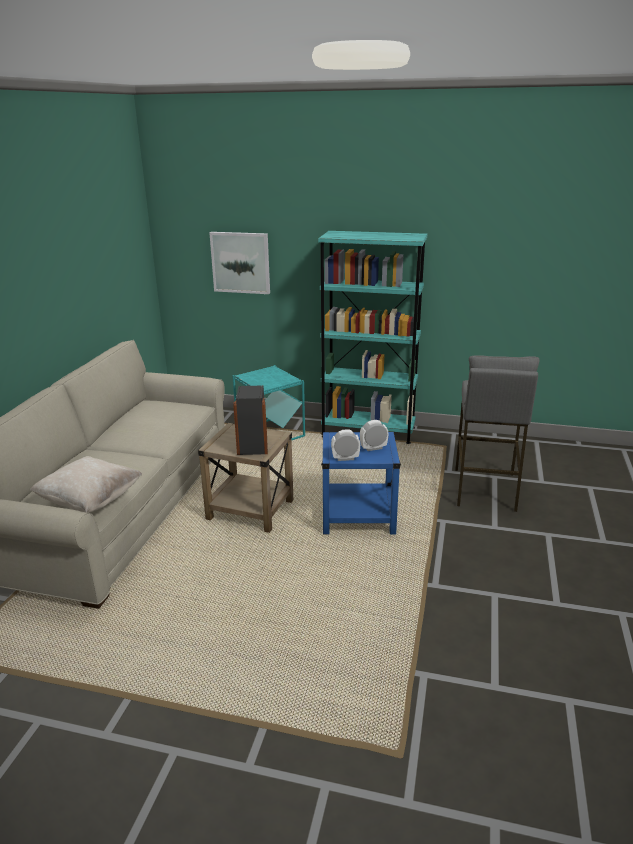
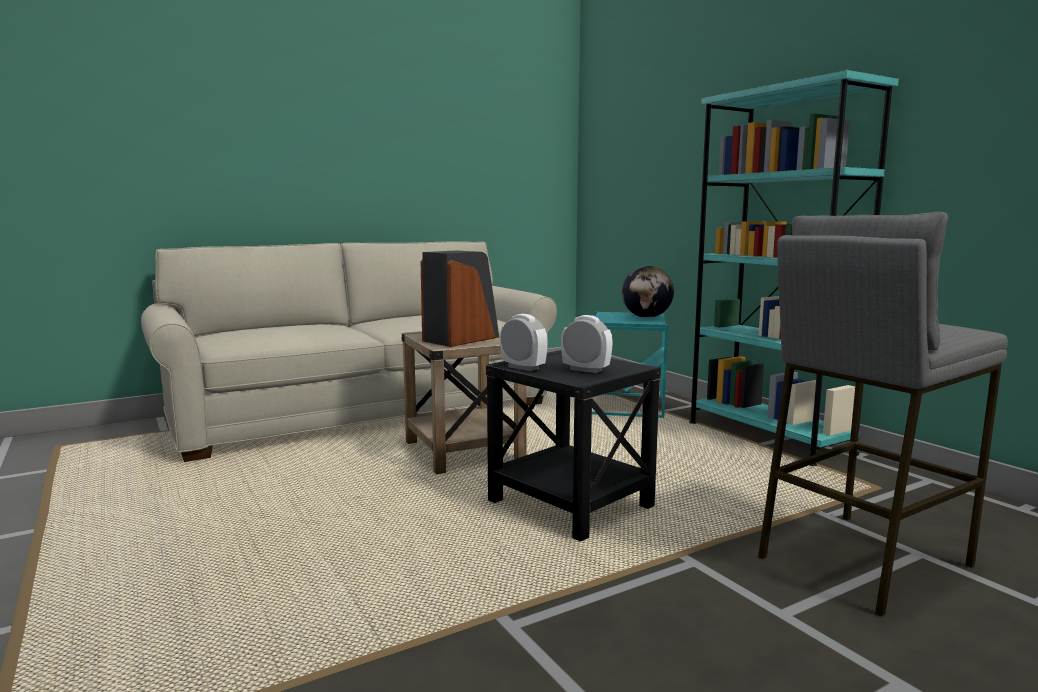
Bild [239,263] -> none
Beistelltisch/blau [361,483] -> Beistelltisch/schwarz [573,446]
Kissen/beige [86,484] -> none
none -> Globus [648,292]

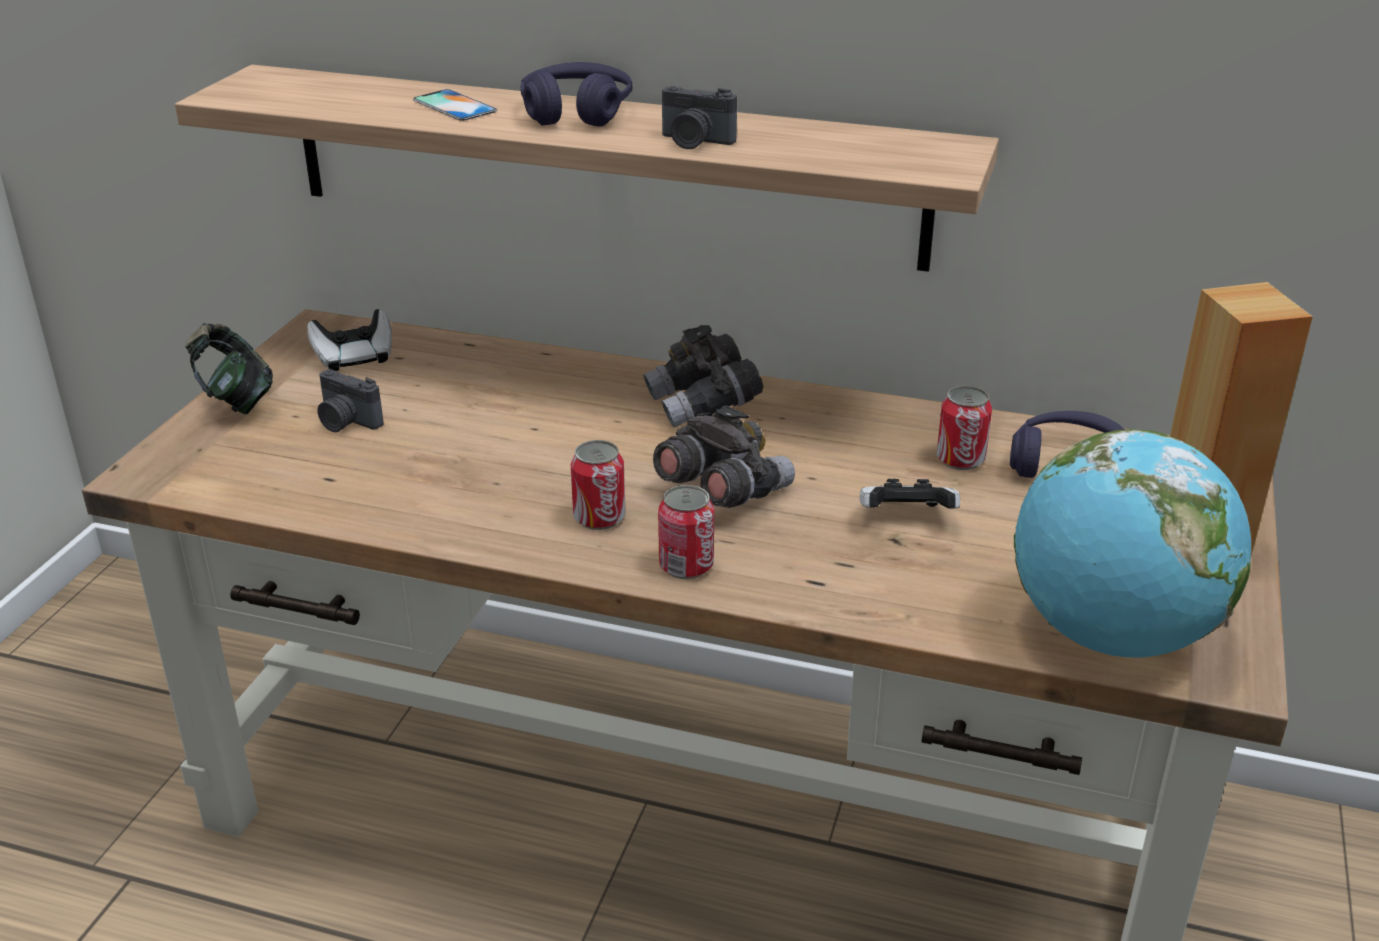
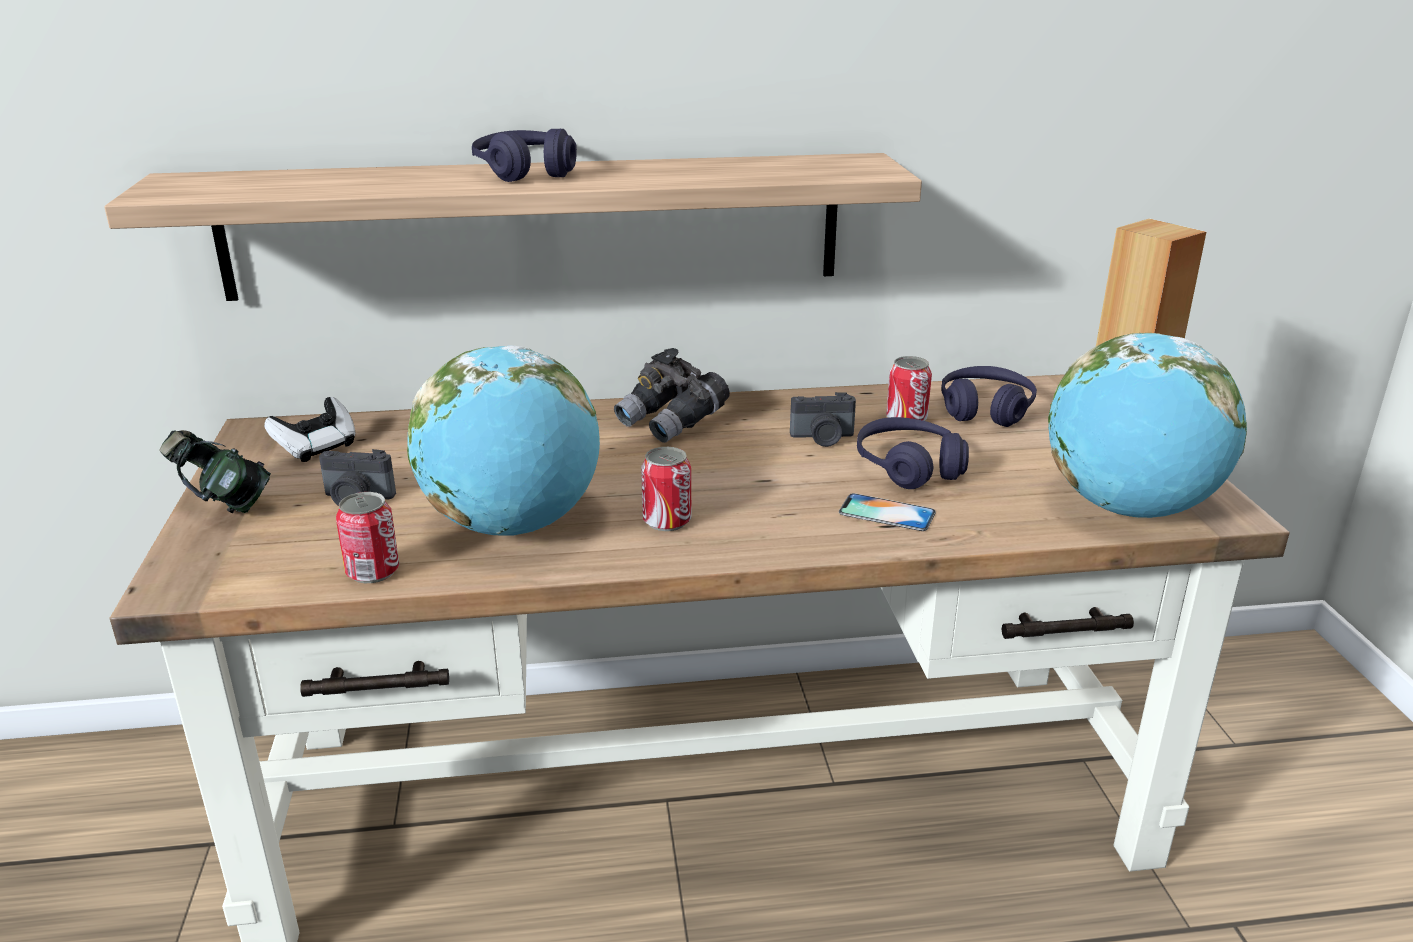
Kamera [699,117] -> Kamera [823,419], move
Handy [455,105] -> Handy [887,512], move
Fernglas/grau [724,456] -> none
Gamepad [910,494] -> Kopfhörer/lila [913,453]
Dose [686,532] -> Dose [367,537], move
none -> Globus [503,440]

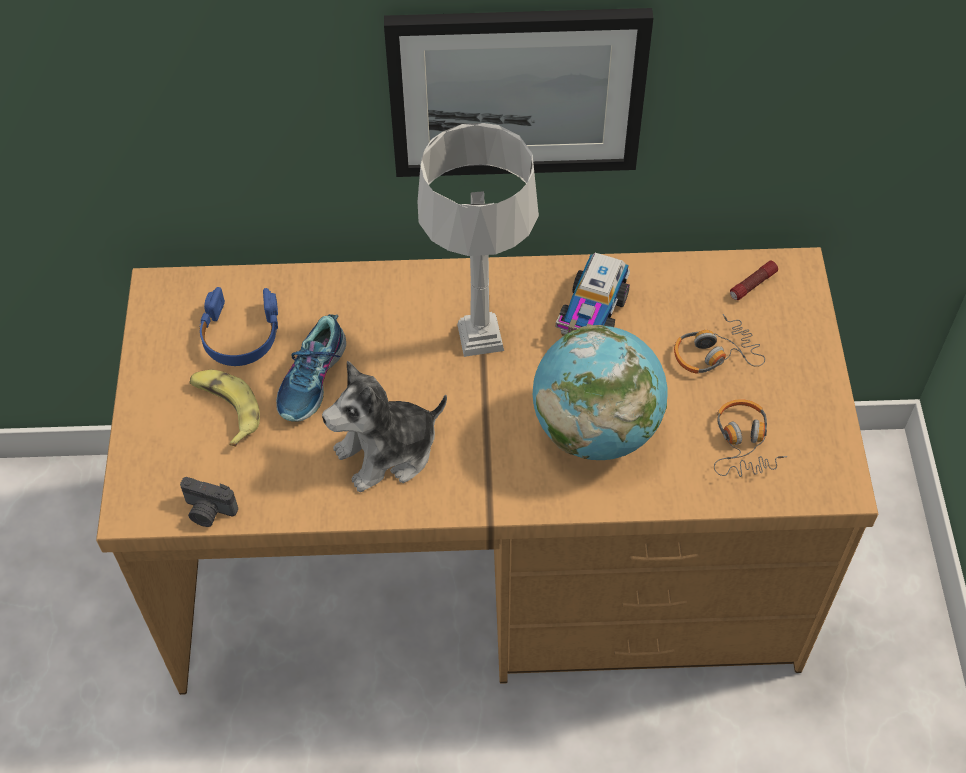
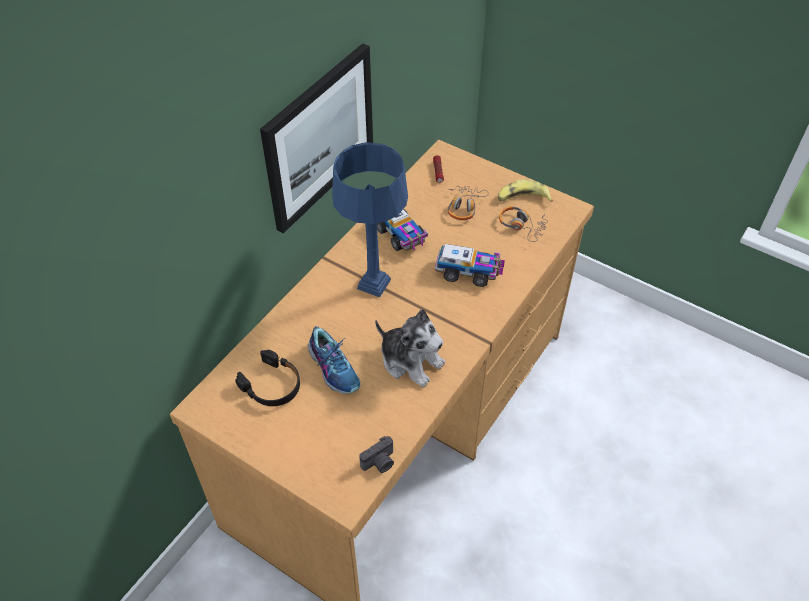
Tischlampe/grau [478,240] -> Tischlampe/blau [370,219]
Kopfhörer/blau [238,326] -> Kopfhörer/schwarz [267,378]
Globus [600,392] -> Spielzeuglaster [470,265]
Plüschtier [384,426] -> Plüschtier [410,348], 60 degrees counterclockwise
Banane [224,408] -> Banane [525,191], move

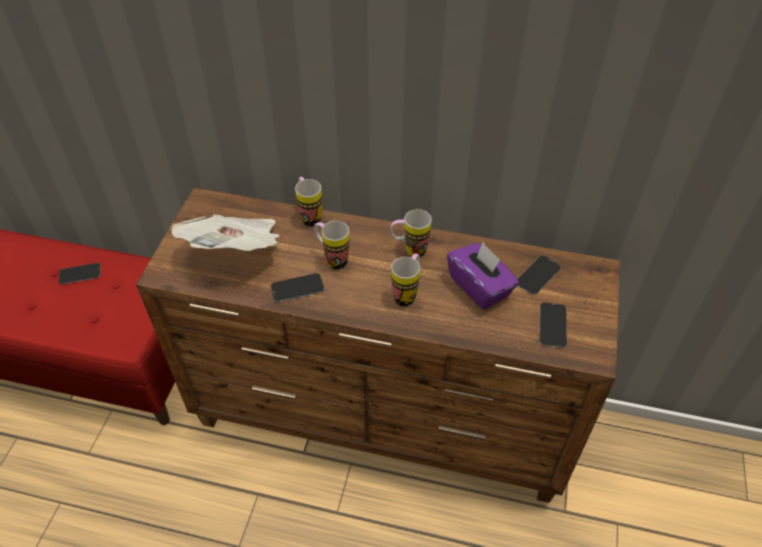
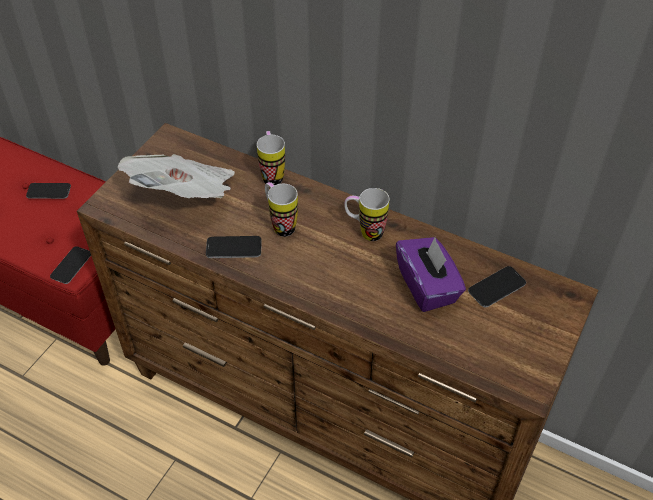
Henkelbecher [405,280] -> none
Handy [553,325] -> Handy [70,265], move

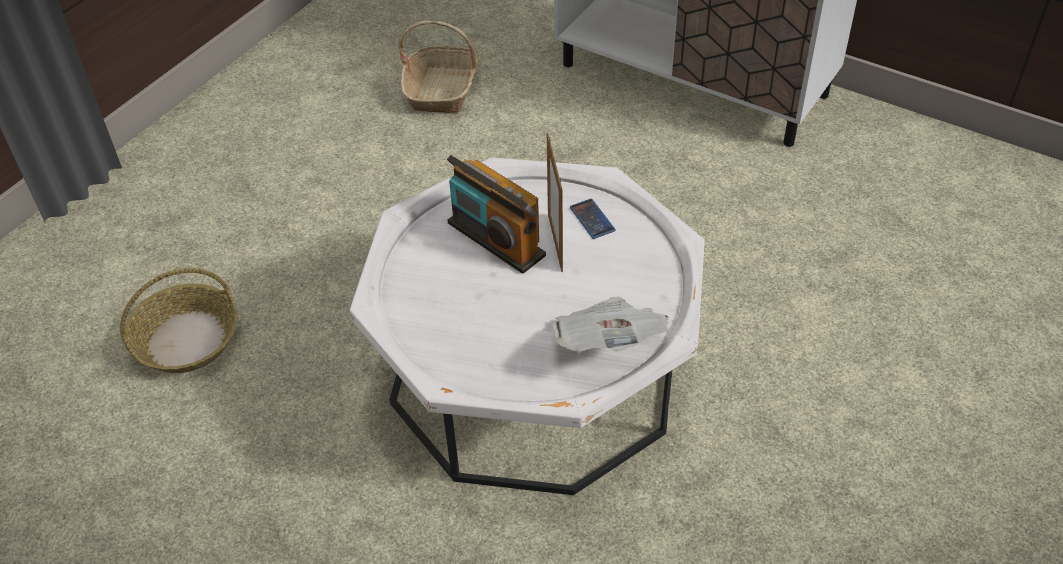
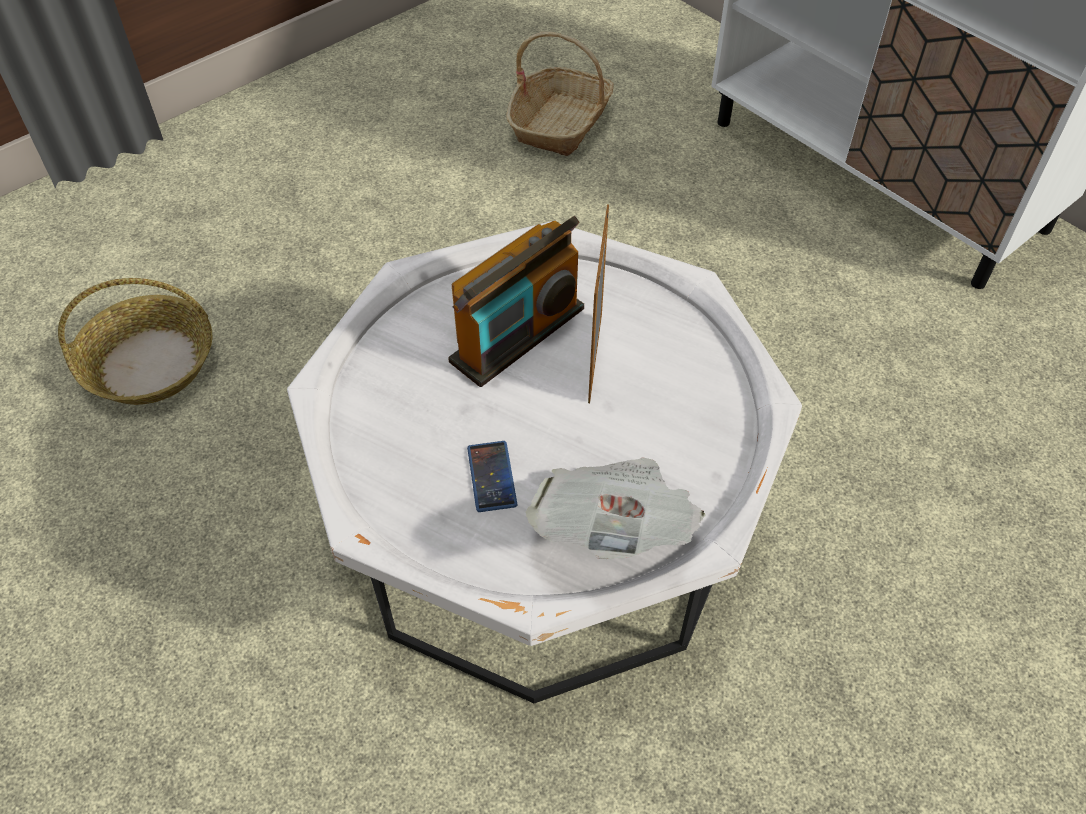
Radio [496,214] -> Radio [516,301], 105 degrees counterclockwise
Handy [593,219] -> Handy [492,476], move

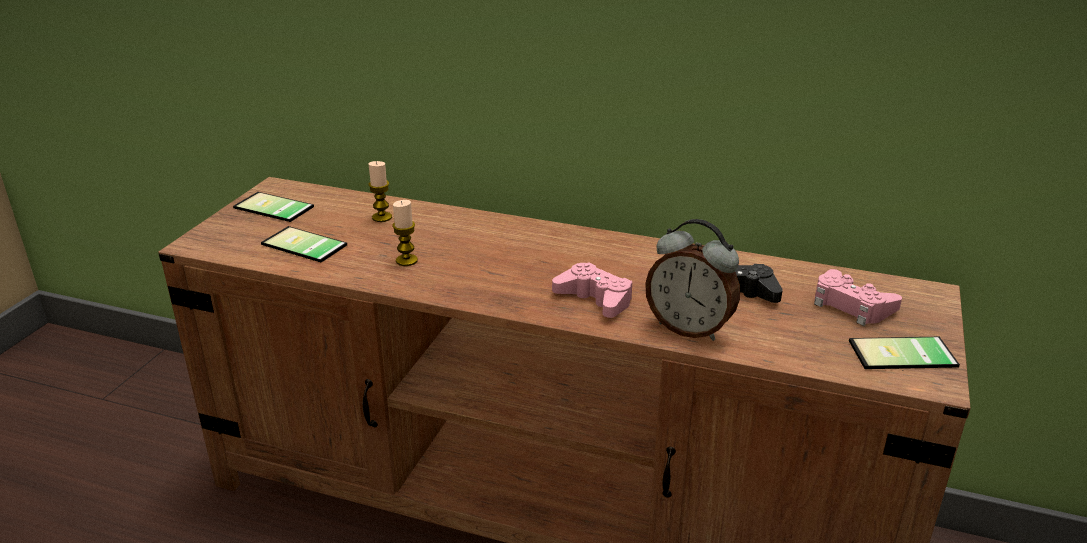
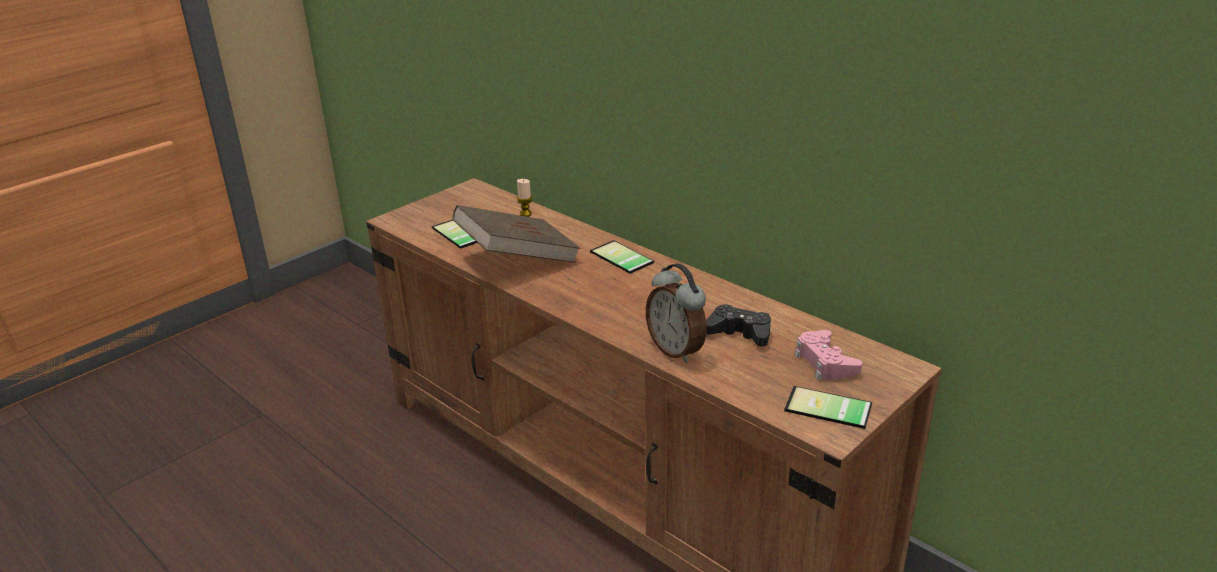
Handy [273,207] -> Handy [622,257], move
Kerze [405,233] -> Buch/braun [517,234]
Gamepad/rosa [592,290] -> none

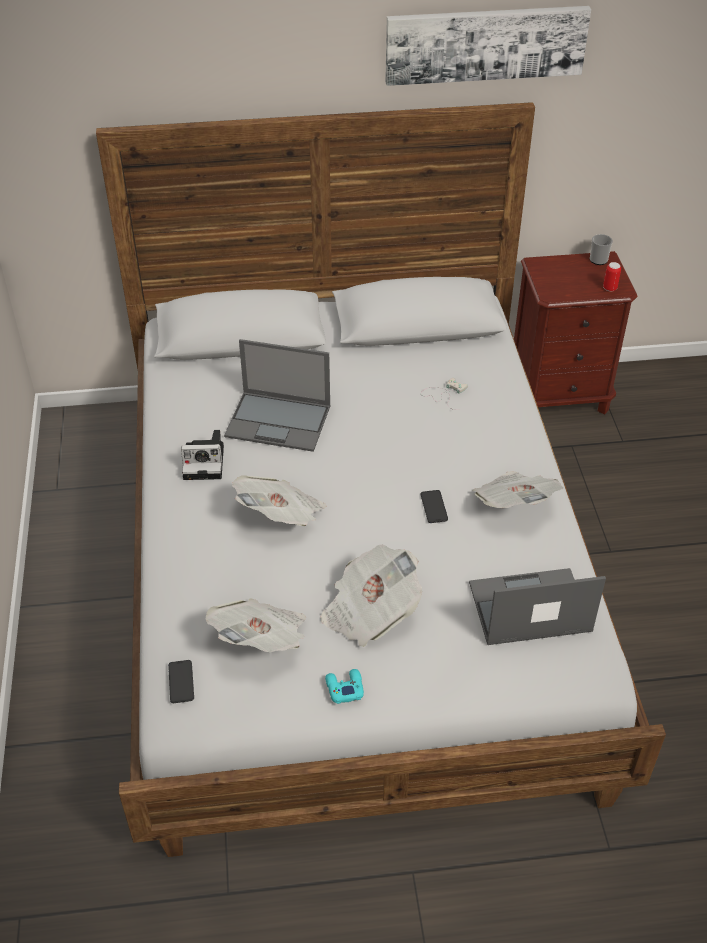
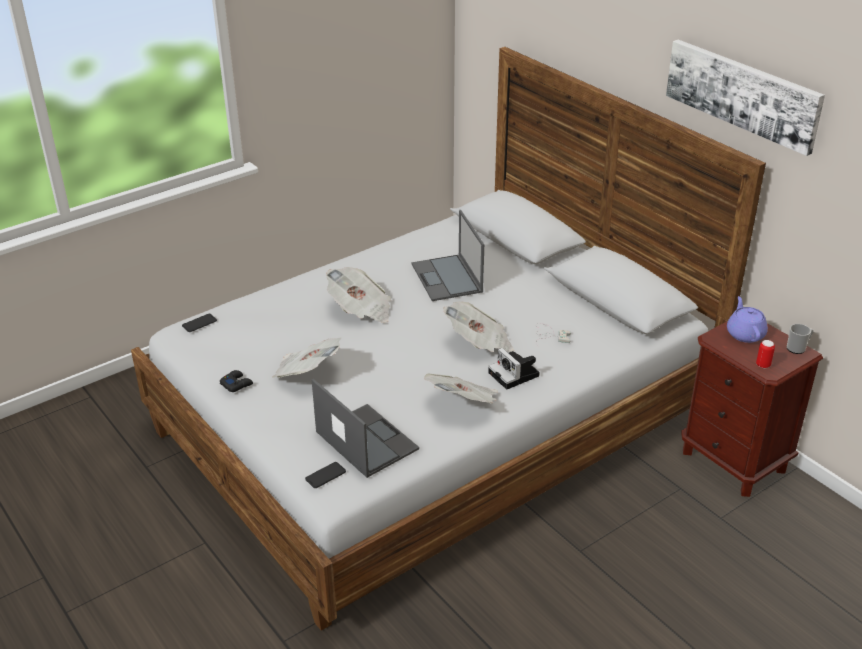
Kamera [202,455] -> Kamera [514,369], move
Handy [434,506] -> Handy [325,475], move
Zeitung [256,625] -> Zeitung [479,327], move
Gamepad/türkis [344,686] -> Gamepad/schwarz [236,381]
none -> Teekanne/lila [747,319]

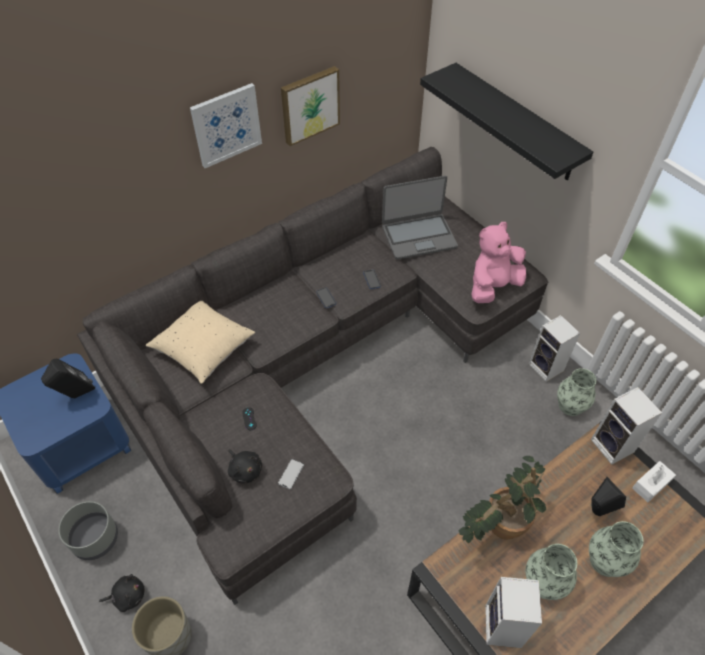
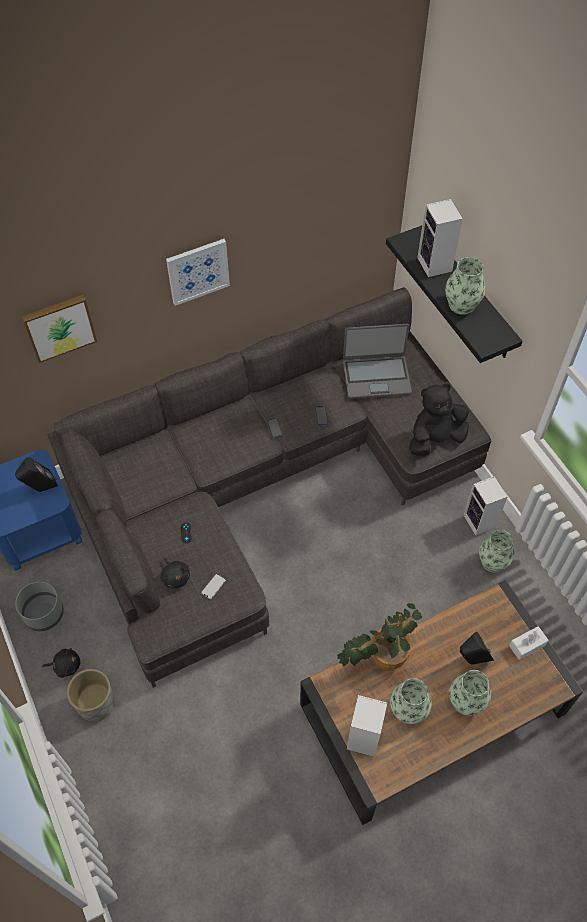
Bild [310,106] -> Bild [59,329], move
Plüschtier/rosa [498,262] -> Plüschtier/schwarz [439,419]
Kissen/beige [200,342] -> none
Lautsprecher [626,426] -> Lautsprecher [440,238], move
none -> Vase [465,286]

